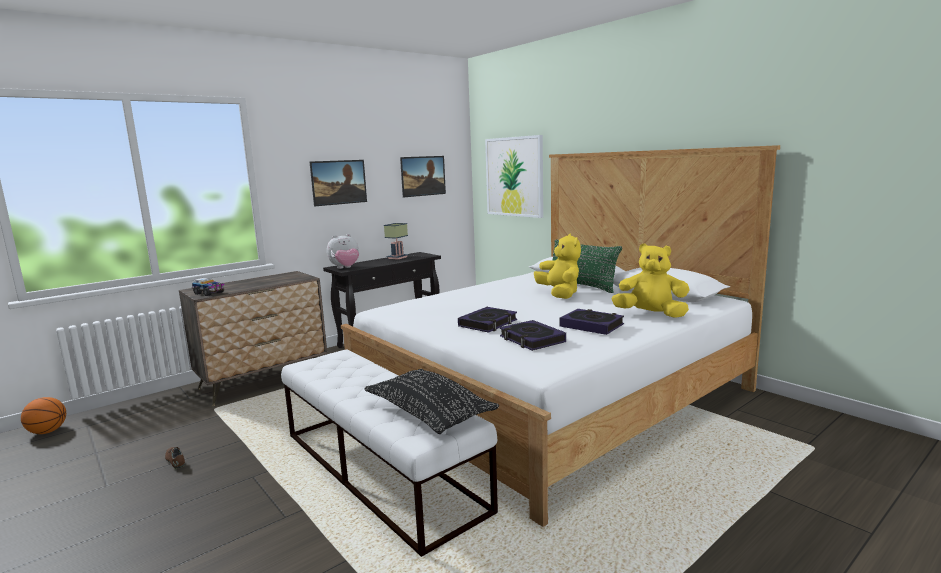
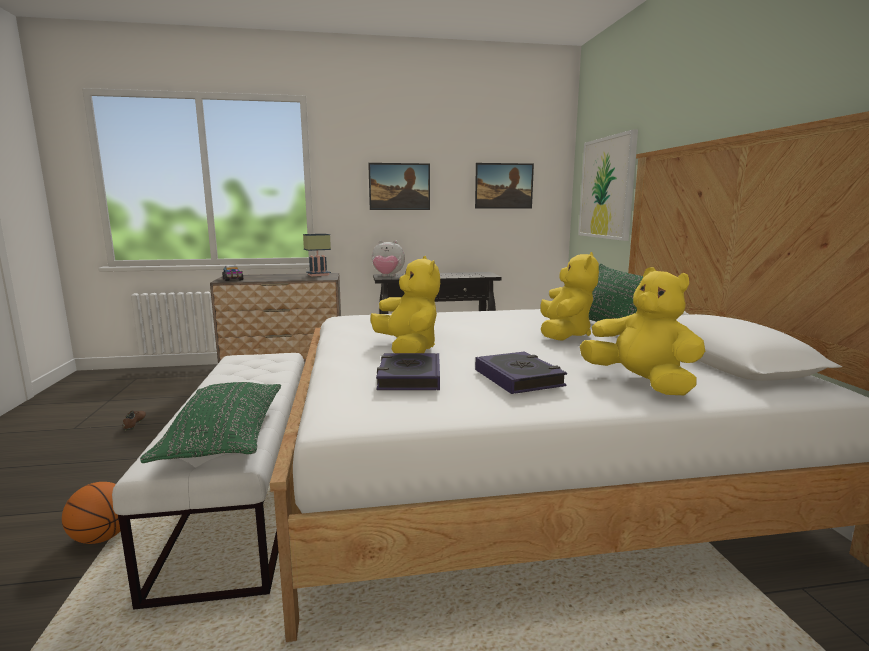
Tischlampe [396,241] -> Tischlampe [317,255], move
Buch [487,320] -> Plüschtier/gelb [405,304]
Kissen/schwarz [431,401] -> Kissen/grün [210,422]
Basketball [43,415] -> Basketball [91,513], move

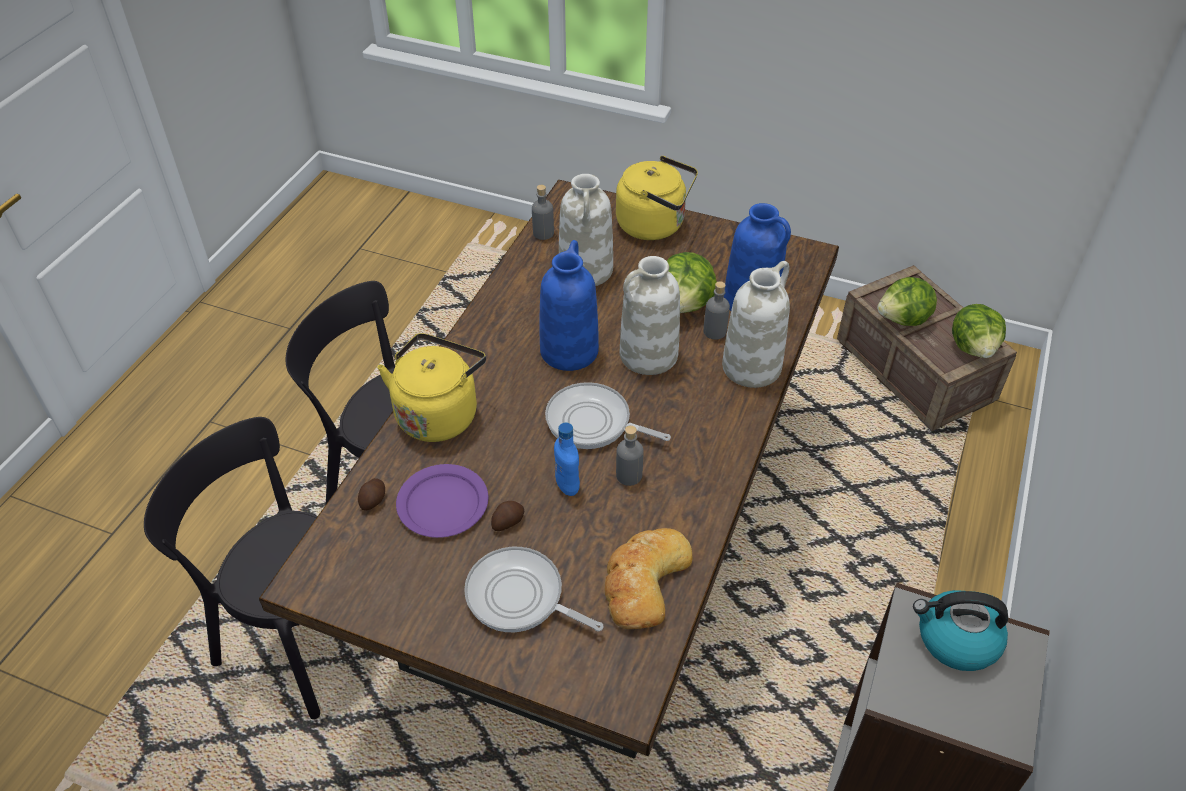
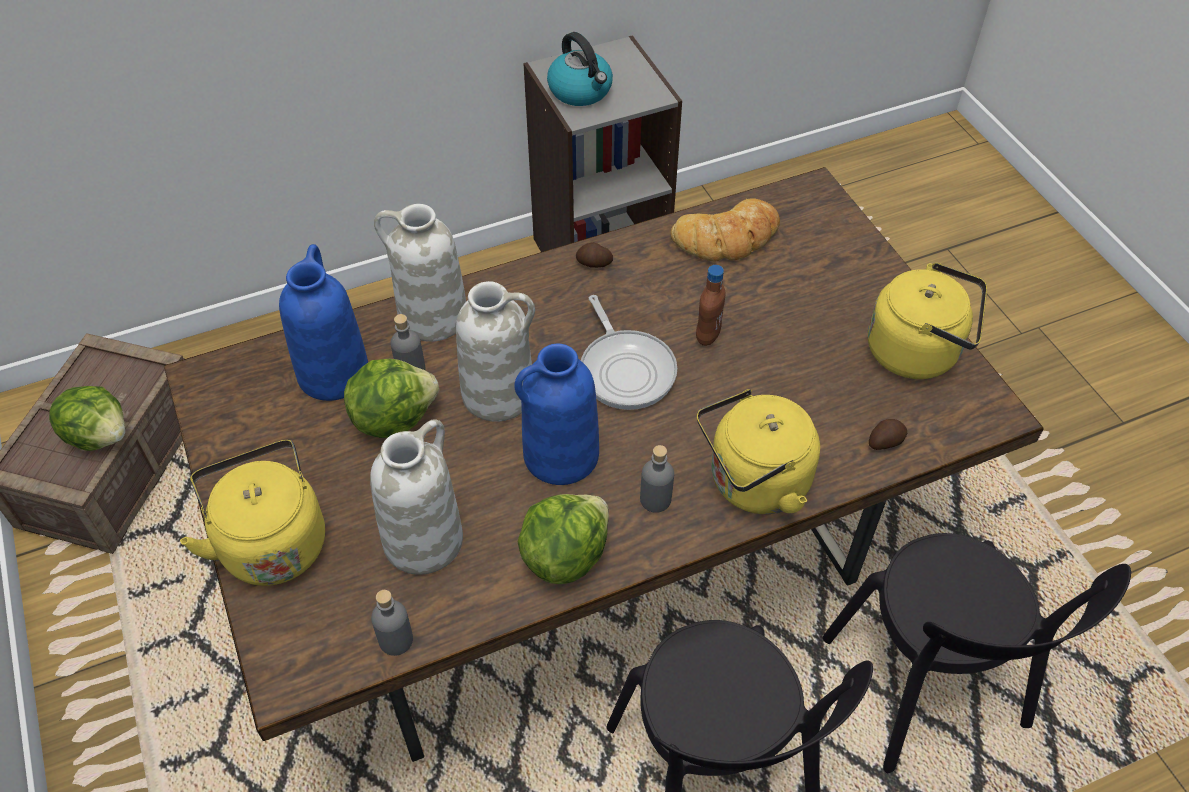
Salatkopf [979,331] -> Salatkopf [563,539], move
Flasche/blau [567,459] -> Flasche/braun [711,305]
Flasche/grau [630,455] -> Flasche/grau [657,479], move
Teller/lila [442,501] -> none
Kartoffel [507,516] -> Kartoffel [594,255], move
Pfanne [534,589] -> none
none -> Wasserkessel/gelb [927,321]

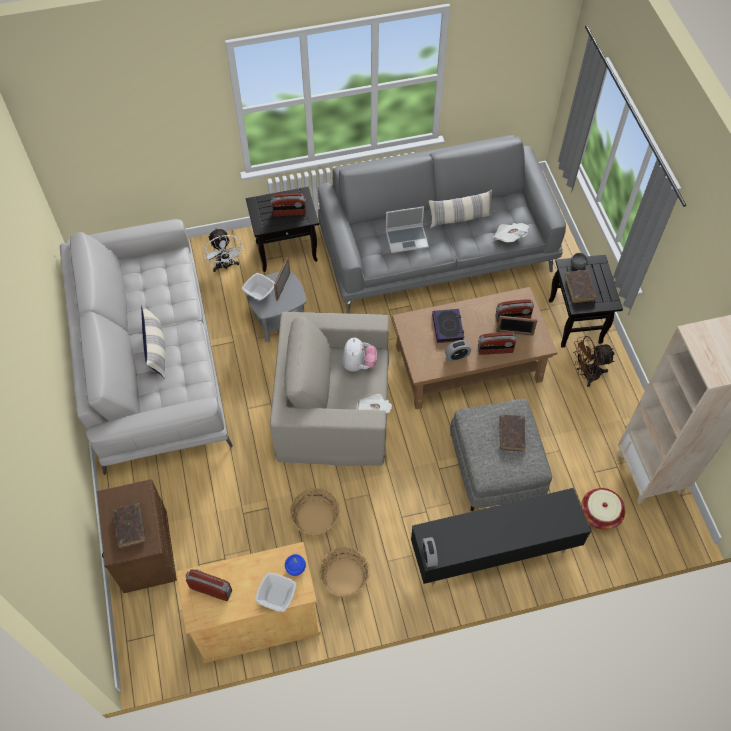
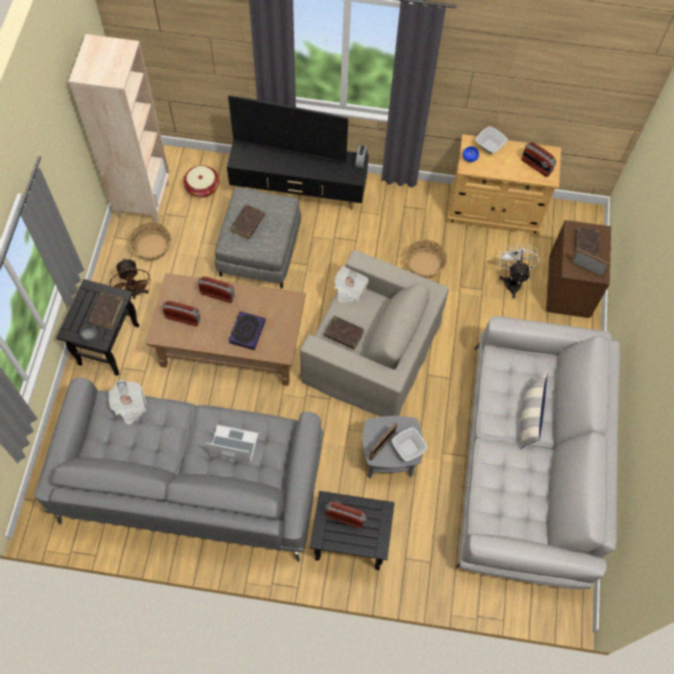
Kissen [461,209] -> none
Ventilator/weiß [223,250] -> Ventilator/weiß [519,271], move
Bilderrahmen [517,325] -> Bilderrahmen [590,263], move
Ventilator/braun [594,361] -> Ventilator/braun [130,278], 60 degrees clockwise
Plüschtier [359,355] -> Buch/braun [344,332]
Wecker [458,351] -> none
Korb [344,572] -> Korb [149,241], move
none -> Fernseher [288,132]

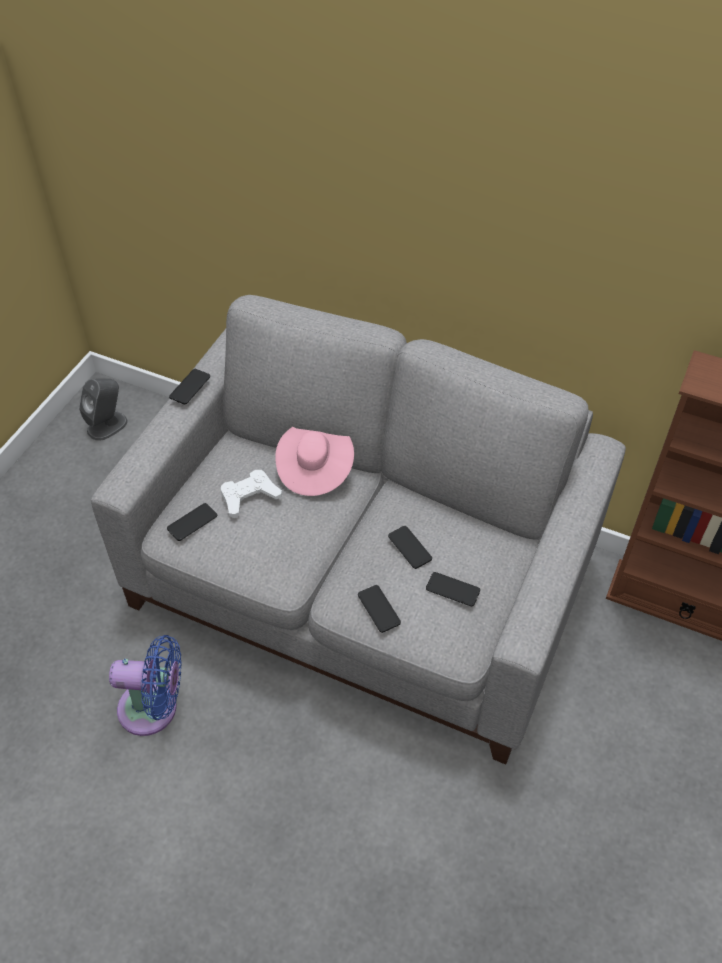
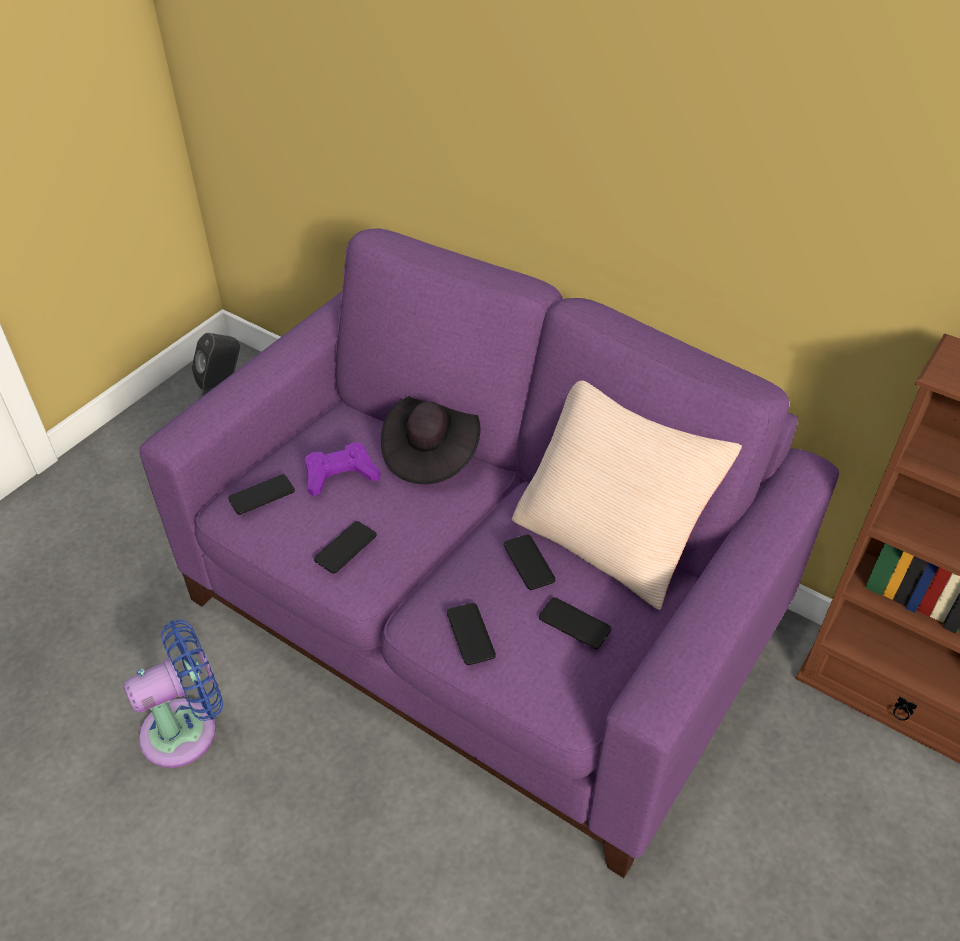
Sofa/grau [358,530] -> Sofa/lila [489,553]
Handy [189,386] -> Handy [345,547], move
Hut/rosa [314,461] -> Hut/schwarz [430,440]
Gamepad/weiß [251,494] -> Gamepad/lila [343,469]
Ventilator/blau [145,685] -> Ventilator/blau [173,693], 45 degrees counterclockwise
none -> Kissen/beige [627,495]

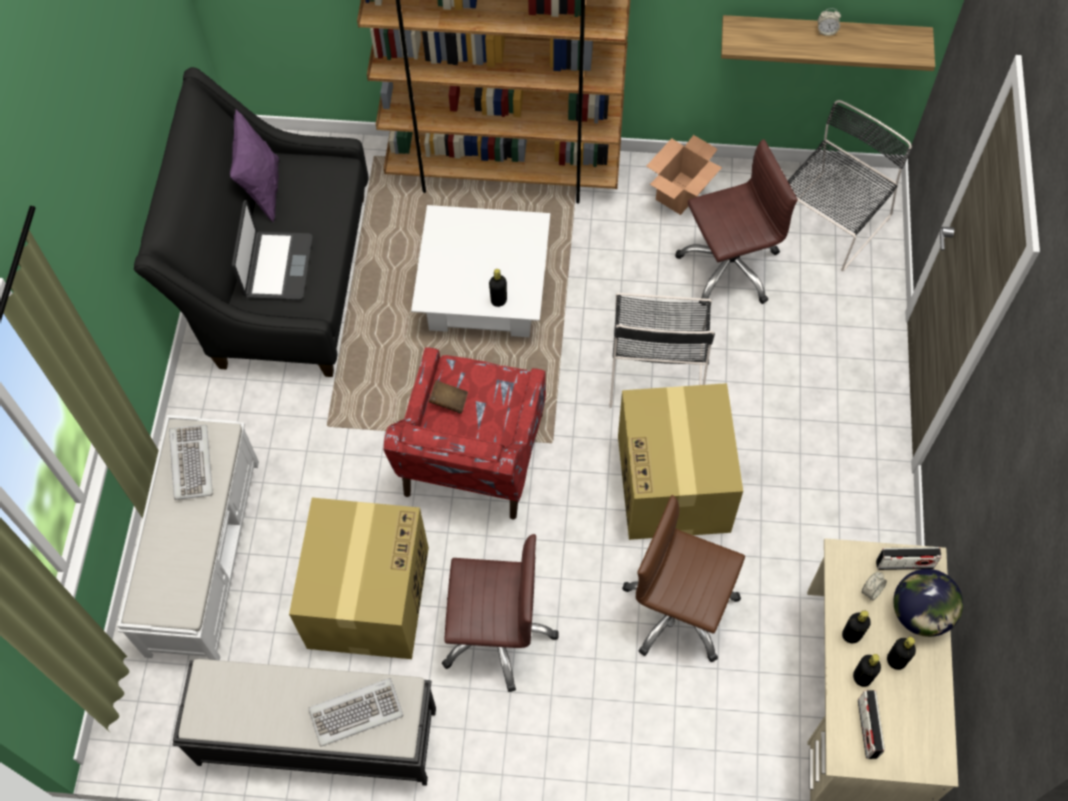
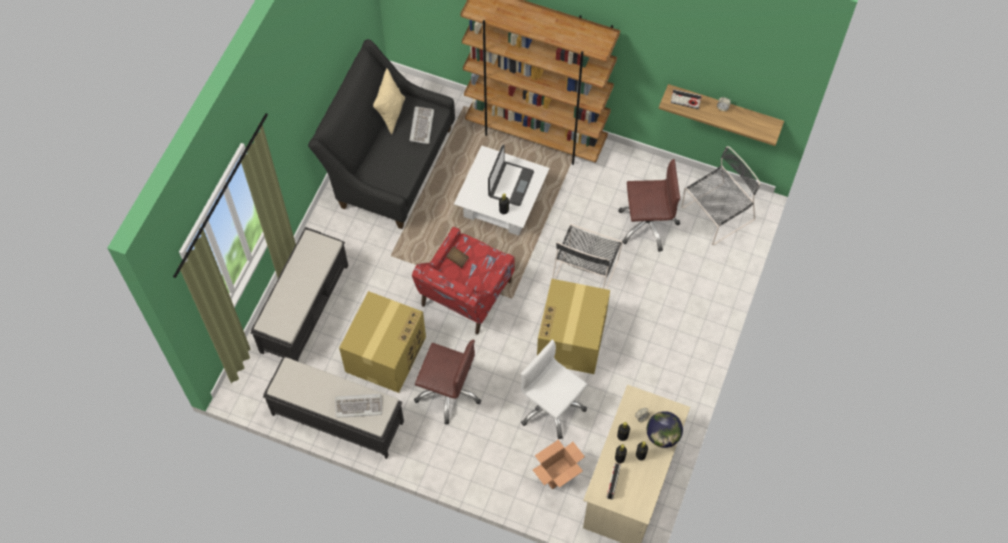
Kissen/lila [254,165] -> Kissen/beige [389,101]
Karton [684,175] -> Karton [559,464], move
Laptop [271,250] -> Laptop [511,175], move
Bank/weiß [188,537] -> Bank/schwarz [299,294]
Tastatur [191,462] -> Tastatur [422,125], move
Bürostuhl/braun [683,578] -> Bürostuhl/weiß [554,389]
Radio [908,558] -> Radio [686,99], move

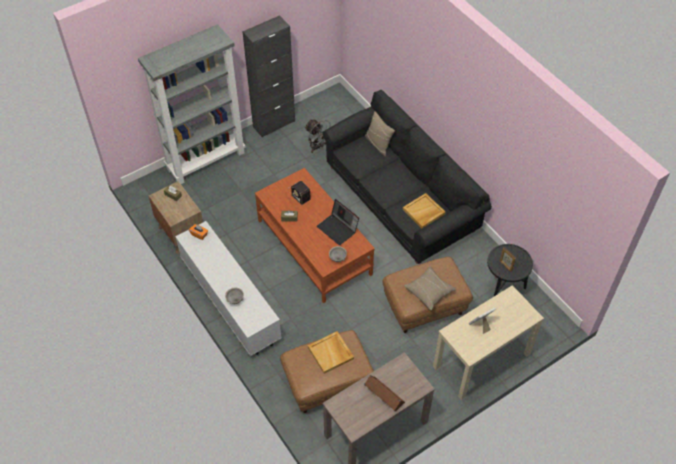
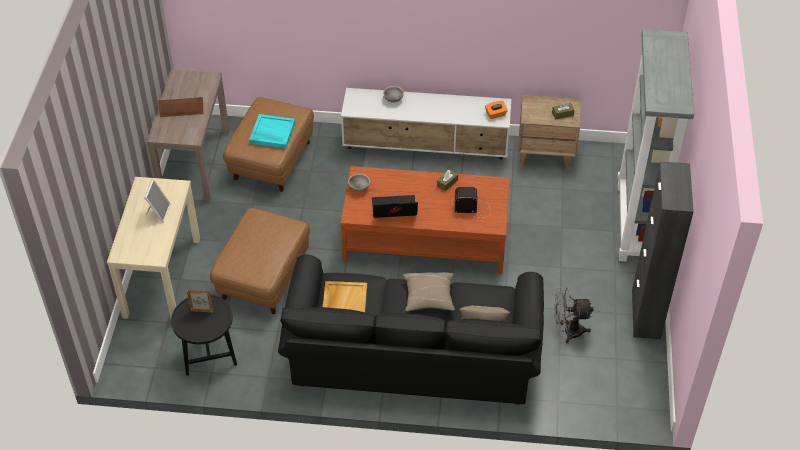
Kissen/beige [430,288] -> Kissen/beige [429,291], move
Tablett/beige [331,352] -> Tablett/türkis [272,131]

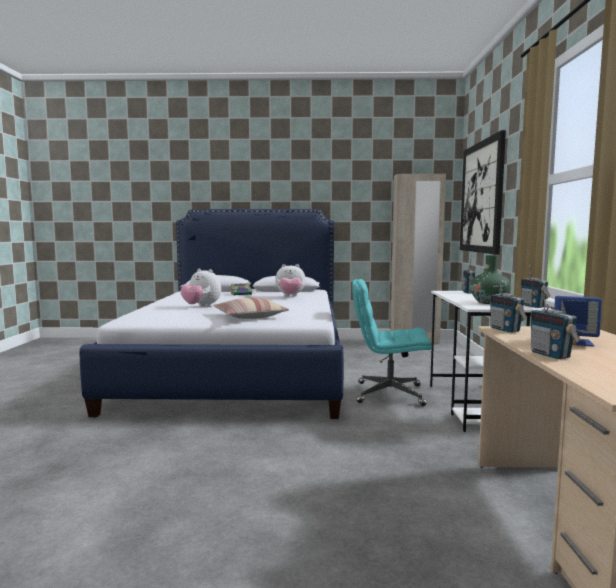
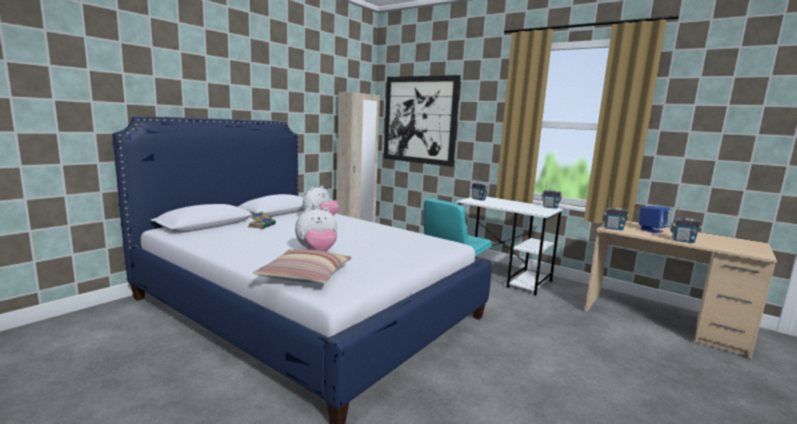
Vase/grün [490,279] -> none
Kissen [251,308] -> Kissen [302,266], move

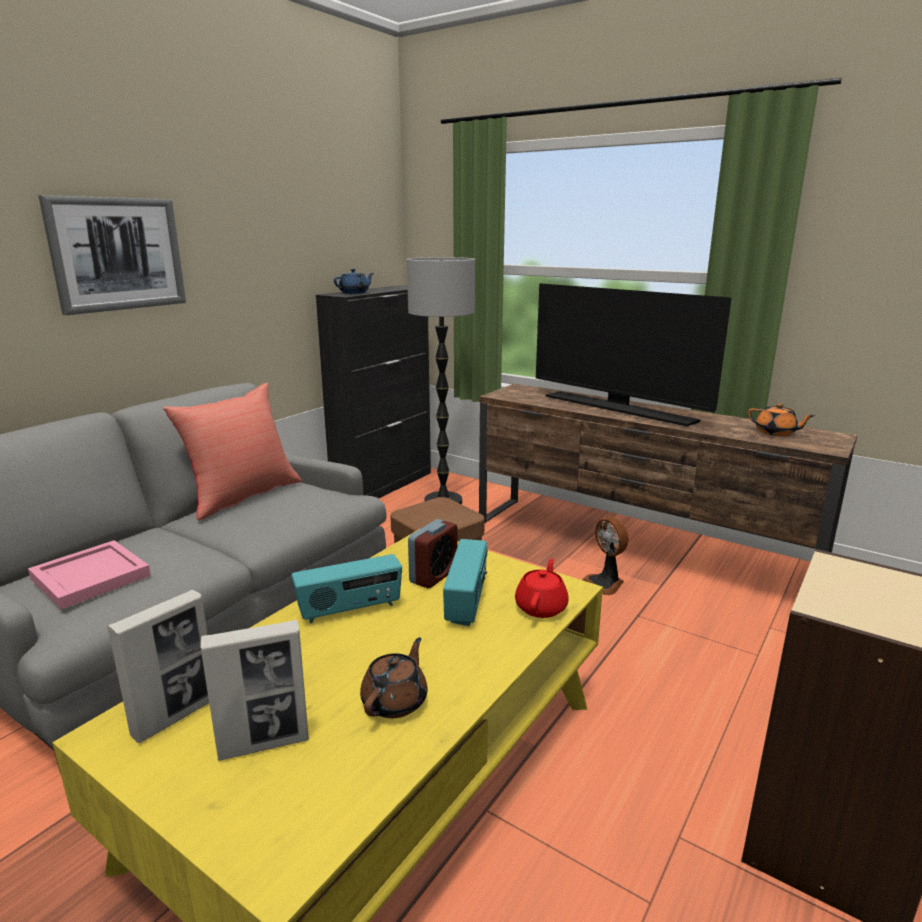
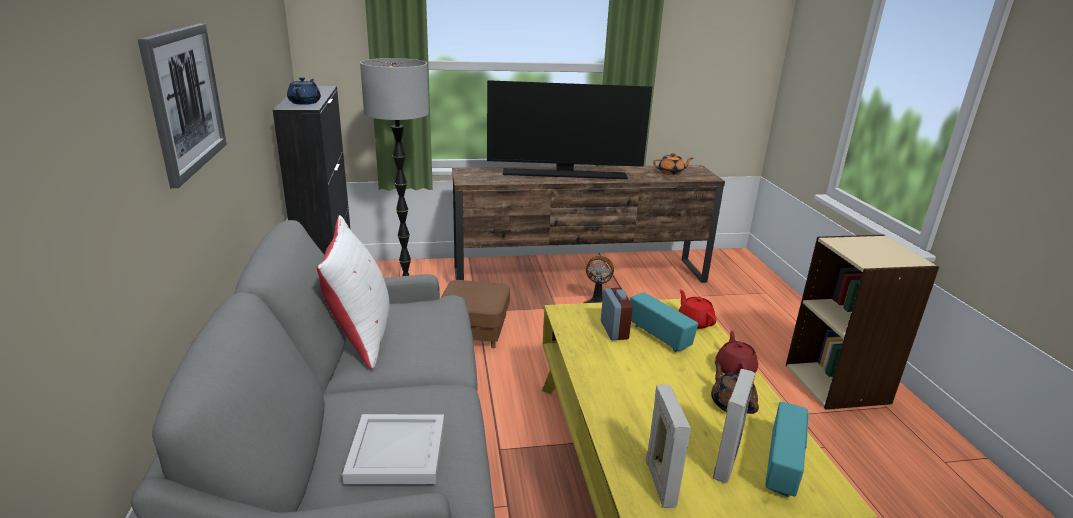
Kissen/rot [232,452] -> Kissen/weiß [353,292]
Tablett/rosa [89,574] -> Tablett/weiß [393,449]
Radio [346,588] -> Radio [787,449], move
none -> Teekanne/rot [736,352]

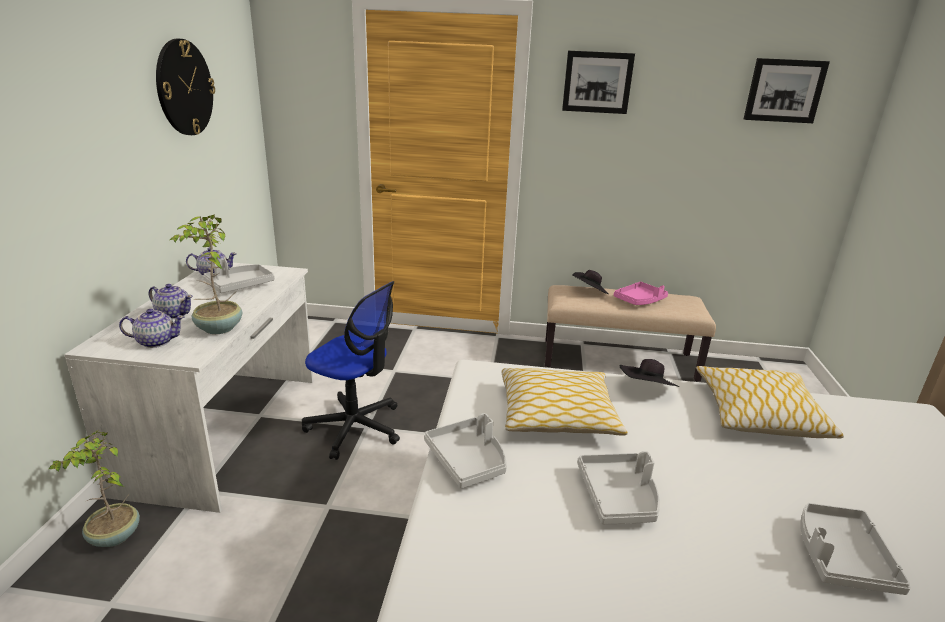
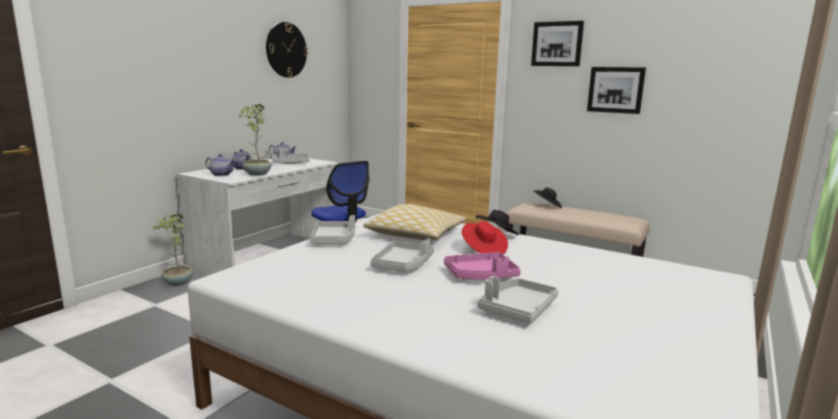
Bild [787,90] -> Bild [616,90], move
Tablett/rosa [641,293] -> Tablett/rosa [482,266], move
Kissen [770,402] -> none
none -> Hut/rot [485,238]

